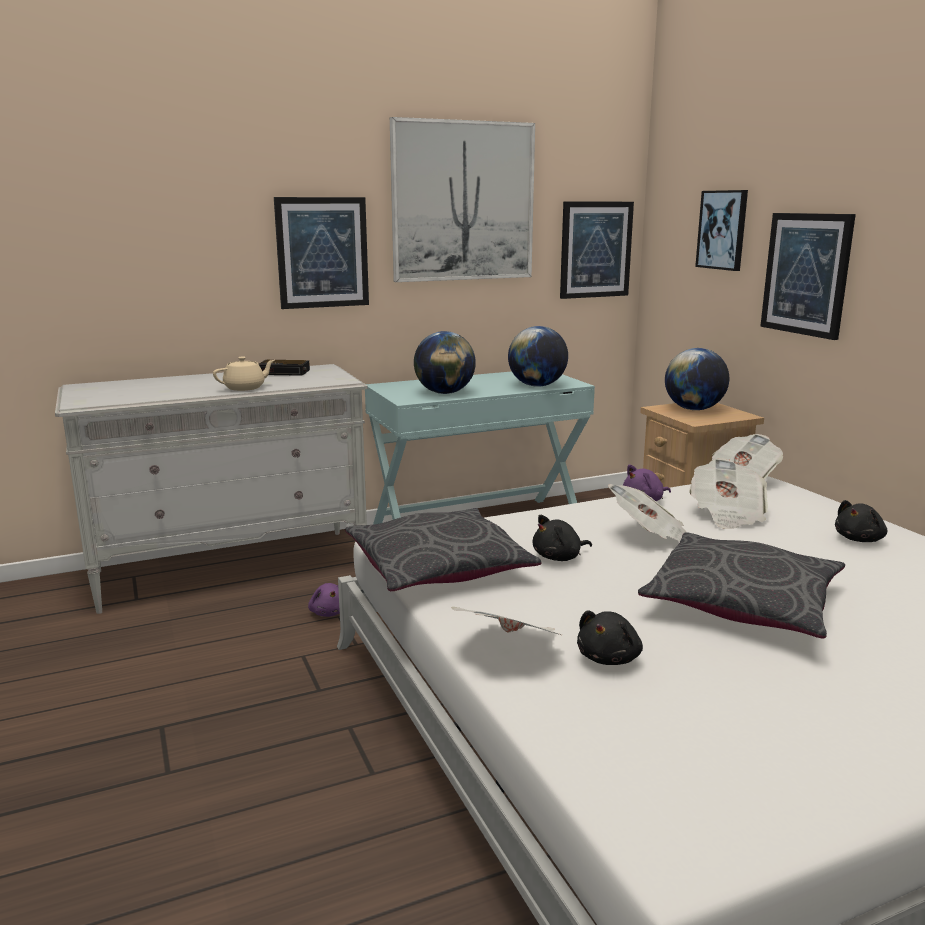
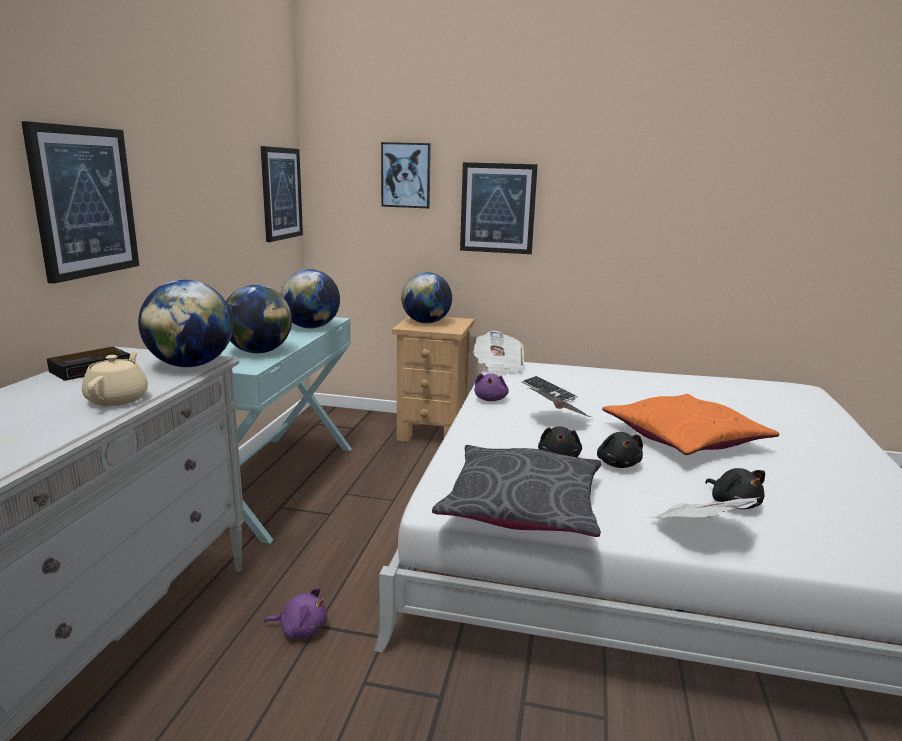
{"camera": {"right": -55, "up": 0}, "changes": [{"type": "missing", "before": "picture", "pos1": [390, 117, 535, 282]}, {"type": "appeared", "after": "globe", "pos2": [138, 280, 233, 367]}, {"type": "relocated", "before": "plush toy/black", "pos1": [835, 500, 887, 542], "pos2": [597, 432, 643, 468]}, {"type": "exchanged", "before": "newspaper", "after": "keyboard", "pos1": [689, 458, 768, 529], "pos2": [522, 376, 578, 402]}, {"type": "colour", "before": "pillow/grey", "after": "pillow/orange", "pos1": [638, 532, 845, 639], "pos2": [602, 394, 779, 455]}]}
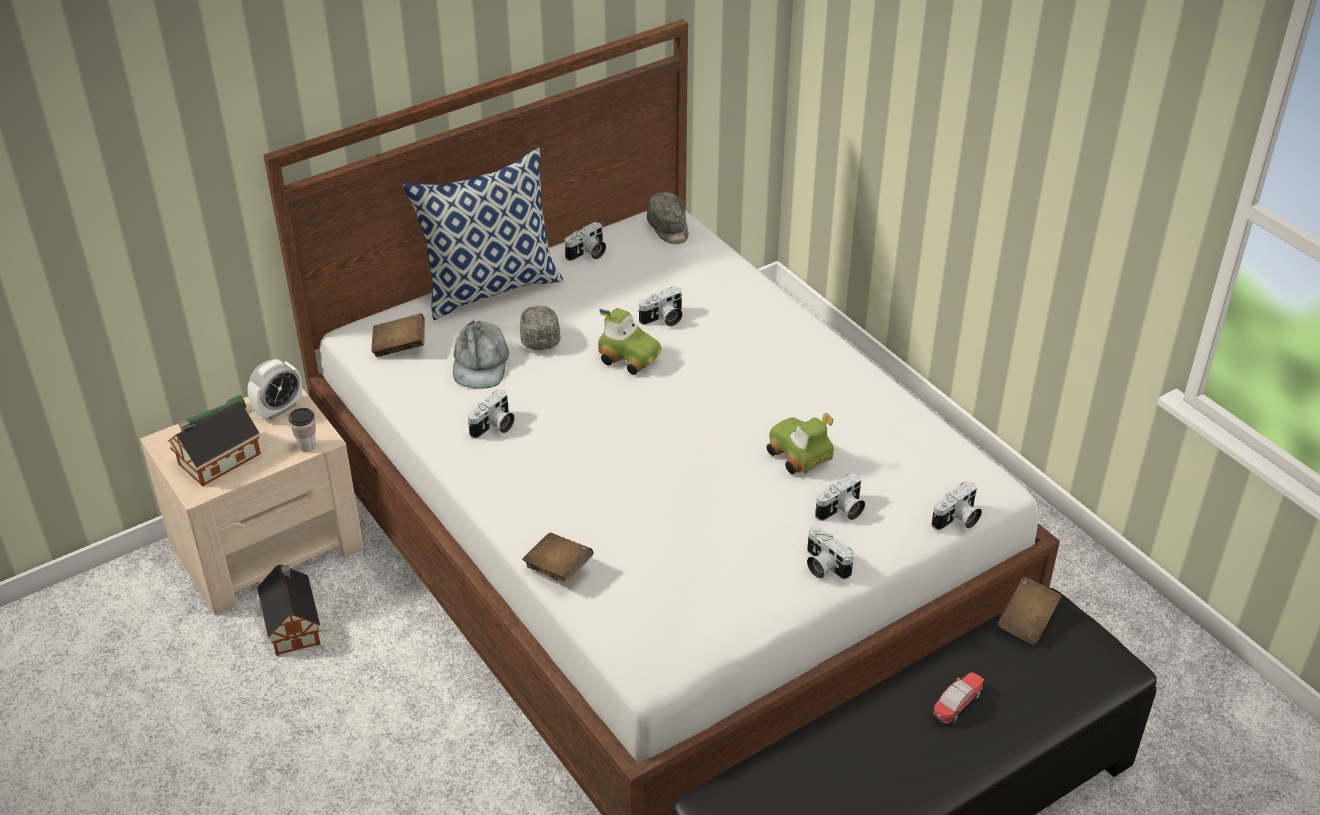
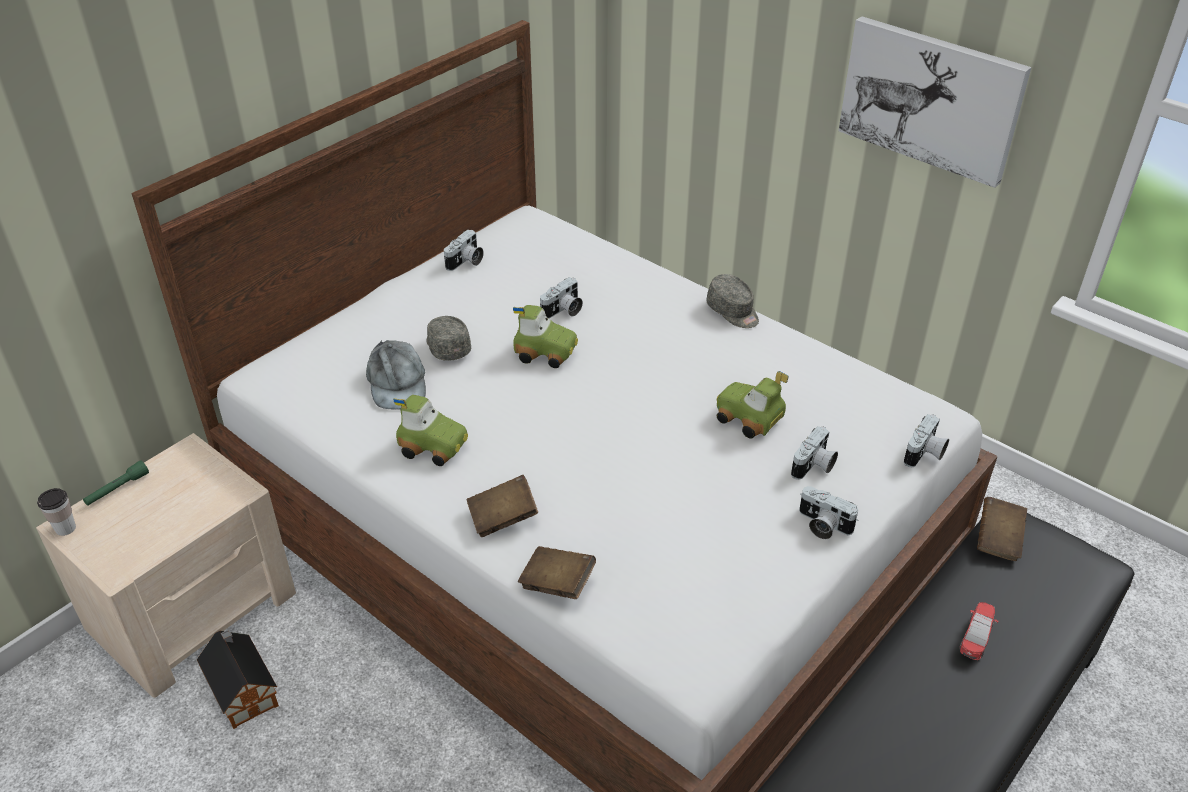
{"camera": {"right": -15, "up": 0}, "changes": [{"type": "missing", "before": "toy house", "pos1": [167, 401, 261, 486]}, {"type": "missing", "before": "alarm clock", "pos1": [247, 359, 302, 420]}, {"type": "missing", "before": "pillow", "pos1": [403, 148, 563, 320]}, {"type": "appeared", "after": "picture", "pos2": [838, 16, 1032, 188]}, {"type": "relocated", "before": "cup", "pos1": [288, 408, 316, 452], "pos2": [37, 488, 76, 536]}, {"type": "relocated", "before": "book/brown", "pos1": [371, 313, 425, 357], "pos2": [467, 475, 538, 537]}, {"type": "relocated", "before": "cap/grey", "pos1": [647, 192, 688, 244], "pos2": [706, 274, 759, 328]}, {"type": "exchanged", "before": "photo camera", "after": "toy car", "pos1": [468, 390, 515, 438], "pos2": [393, 395, 468, 466]}]}
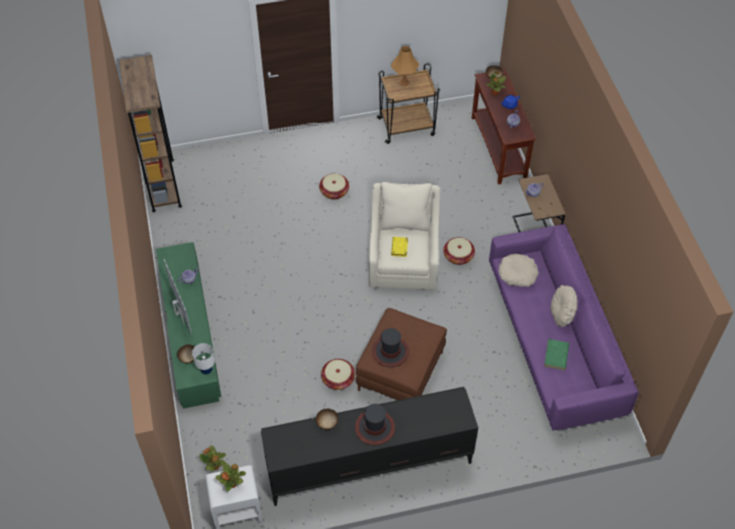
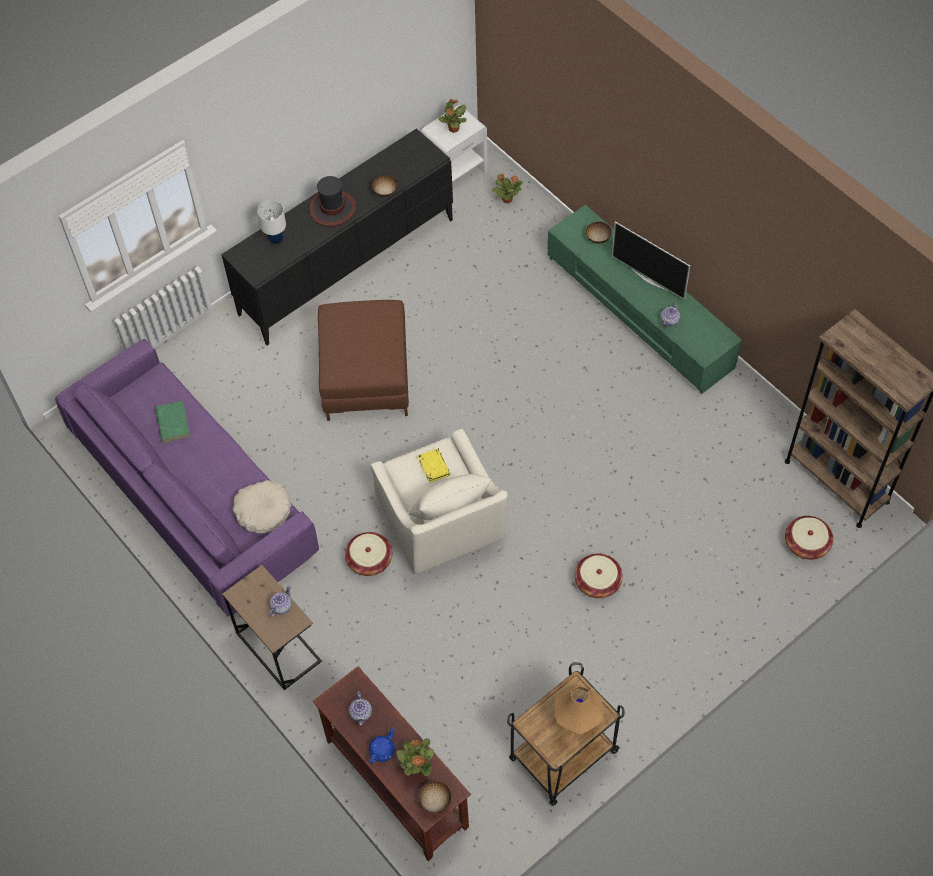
{"camera": {"right": 155, "up": 5}, "changes": [{"type": "missing", "before": "hat", "pos1": [372, 328, 409, 367]}, {"type": "missing", "before": "pillow/beige", "pos1": [551, 285, 578, 327]}, {"type": "relocated", "before": "table lamp/white", "pos1": [192, 343, 215, 374], "pos2": [257, 200, 286, 244]}, {"type": "relocated", "before": "basket", "pos1": [321, 359, 355, 390], "pos2": [785, 516, 833, 560]}]}
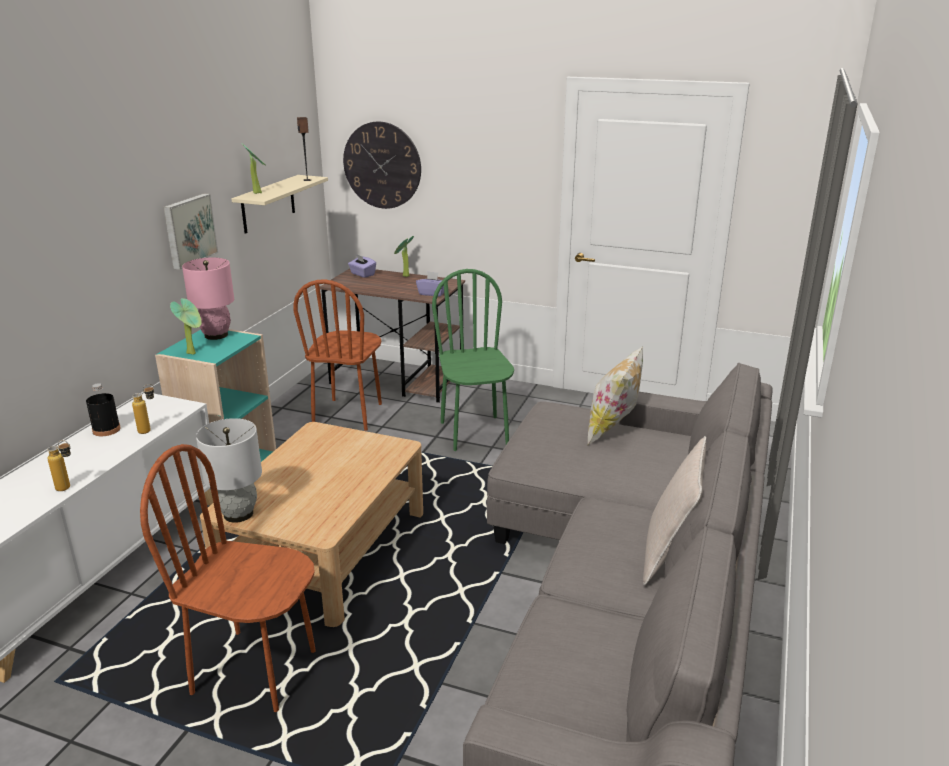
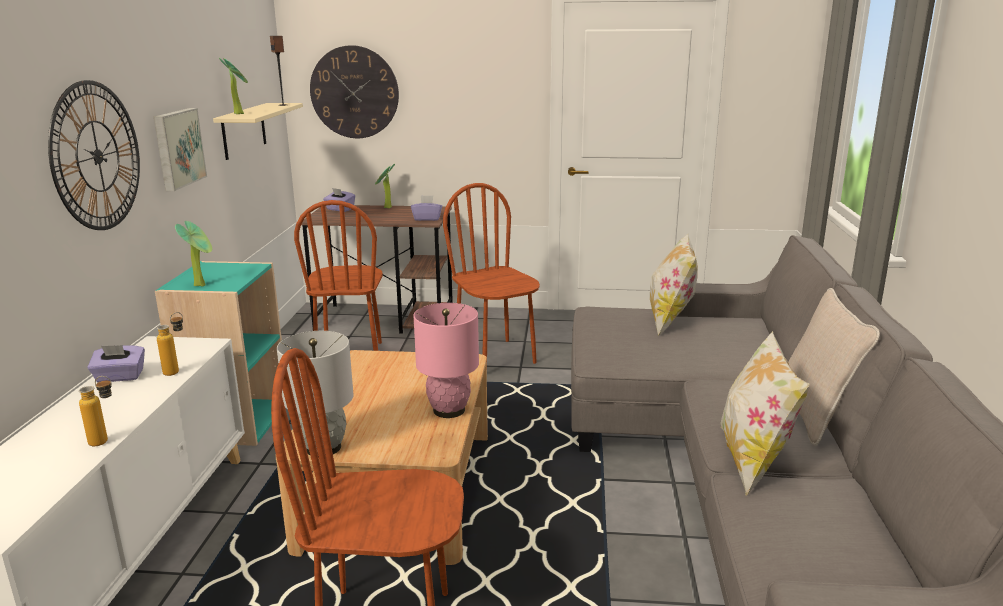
{"camera": {"right": -15, "up": -5}, "changes": [{"type": "appeared", "after": "wall clock", "pos2": [48, 80, 140, 230]}, {"type": "appeared", "after": "pillow", "pos2": [720, 331, 809, 496]}, {"type": "relocated", "before": "table lamp/pink", "pos1": [182, 257, 234, 340], "pos2": [414, 303, 479, 418]}, {"type": "exchanged", "before": "bottle/black", "after": "tissue box/purple", "pos1": [86, 383, 121, 436], "pos2": [88, 345, 145, 382]}, {"type": "colour", "before": "chair/green", "after": "chair/brown", "pos1": [432, 269, 514, 451], "pos2": [443, 183, 540, 364]}]}
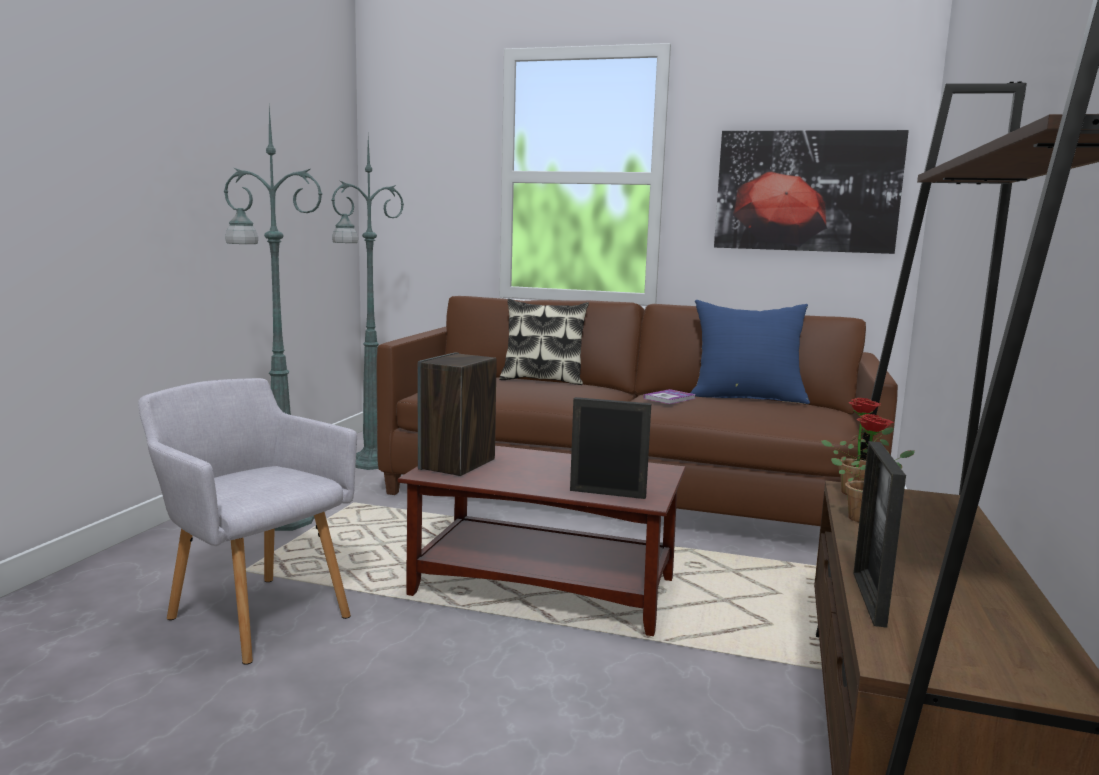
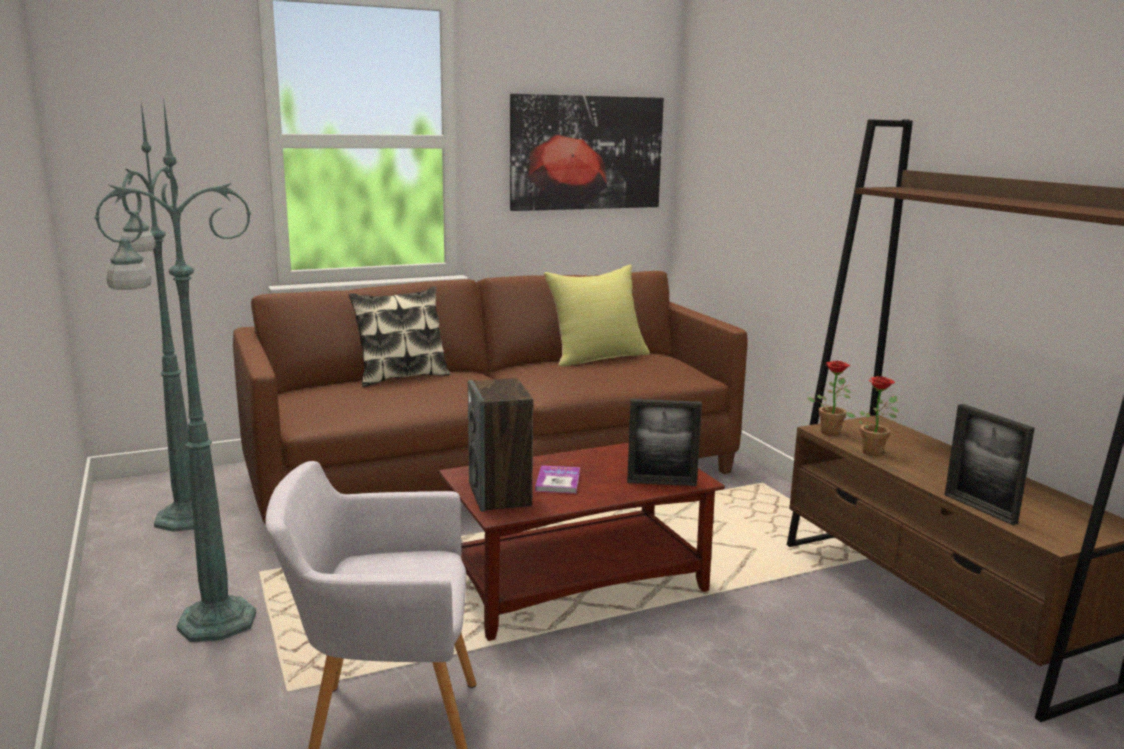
{"camera": {"right": -40, "up": 5}, "changes": [{"type": "relocated", "before": "book", "pos1": [643, 389, 696, 404], "pos2": [535, 465, 580, 494]}, {"type": "colour", "before": "pillow/blue", "after": "pillow/yellow", "pos1": [691, 300, 810, 404], "pos2": [544, 264, 650, 366]}, {"type": "spun", "before": "picture frame", "pos1": [570, 397, 651, 499], "pos2": [627, 399, 702, 486], "turn": -150}]}
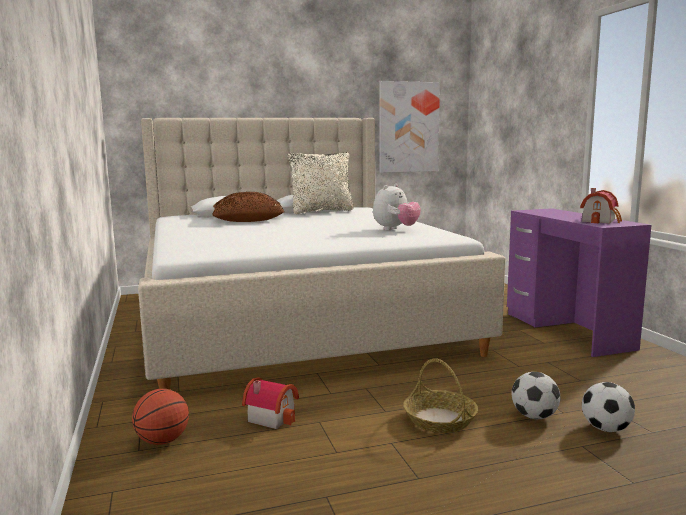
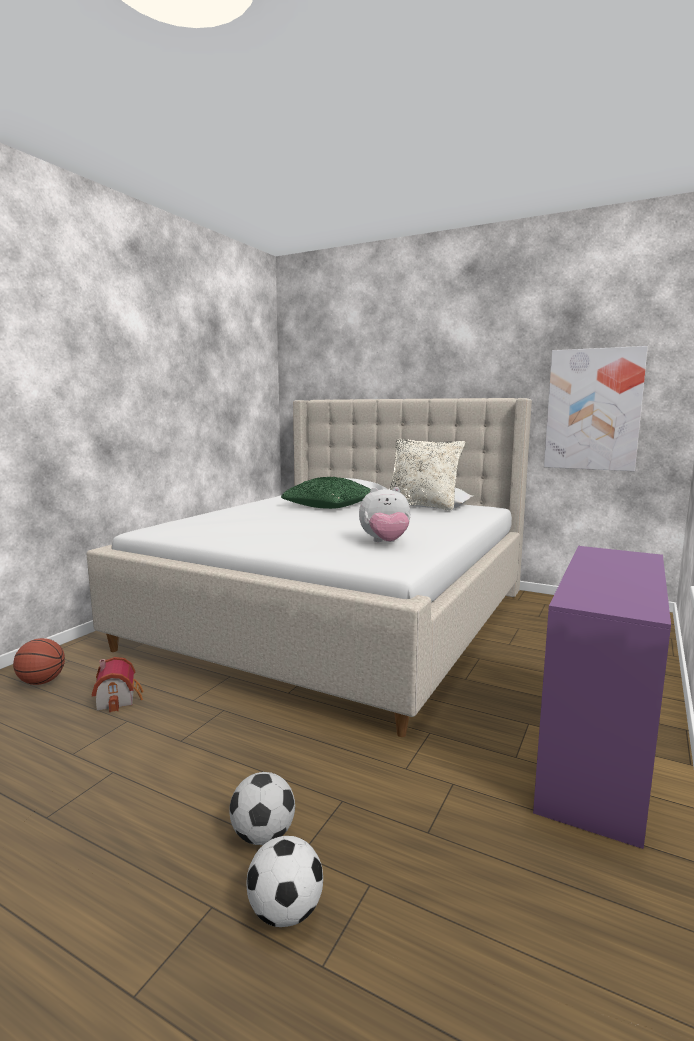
{"camera": {"right": 45, "up": 0}, "changes": [{"type": "missing", "before": "basket", "pos1": [403, 358, 478, 433]}, {"type": "missing", "before": "toy house", "pos1": [580, 188, 622, 223]}, {"type": "colour", "before": "pillow/brown", "after": "pillow/green", "pos1": [212, 192, 284, 222], "pos2": [281, 477, 371, 509]}]}
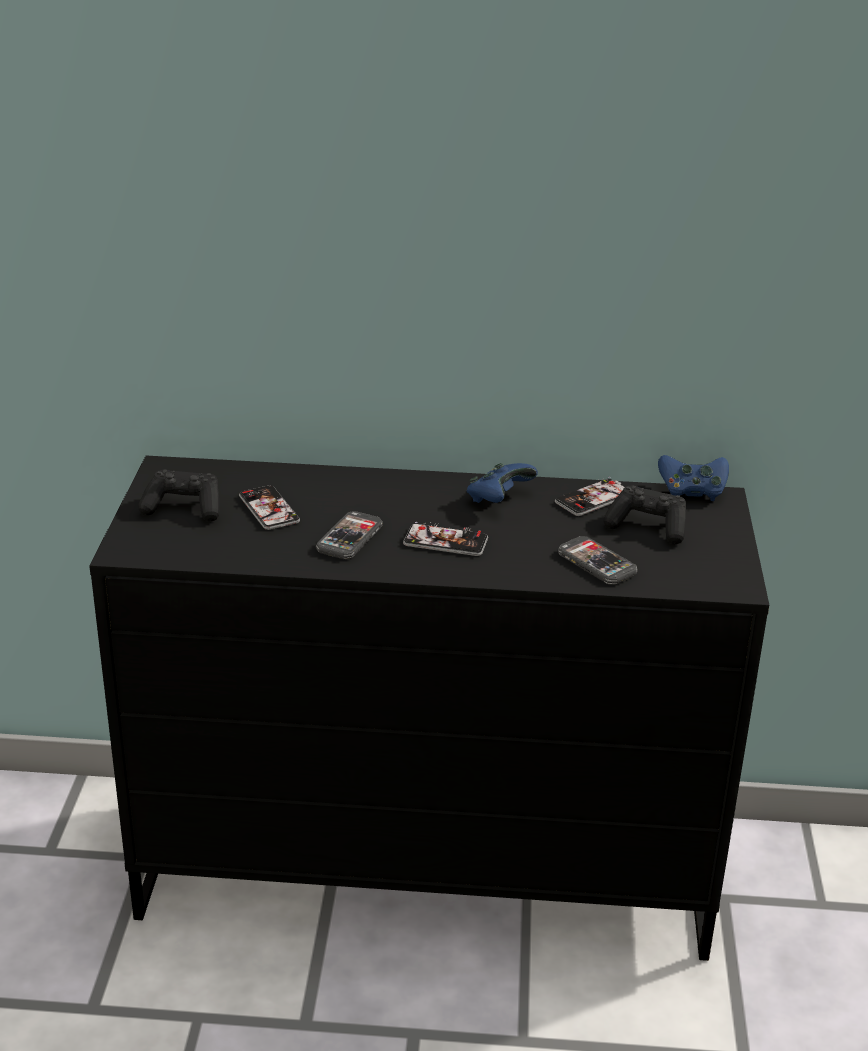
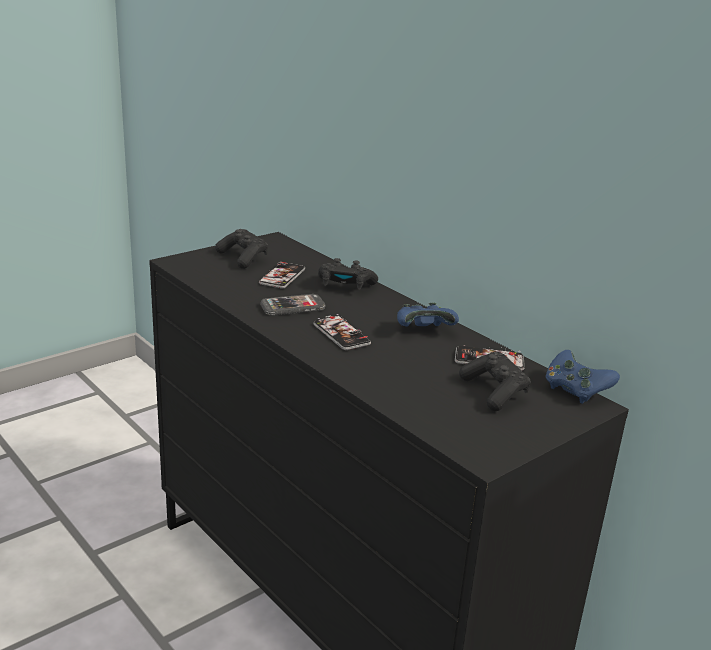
{"camera": {"right": 45, "up": -5}, "changes": [{"type": "missing", "before": "phone", "pos1": [558, 536, 637, 585]}, {"type": "appeared", "after": "game controller/black", "pos2": [318, 258, 378, 290]}]}
